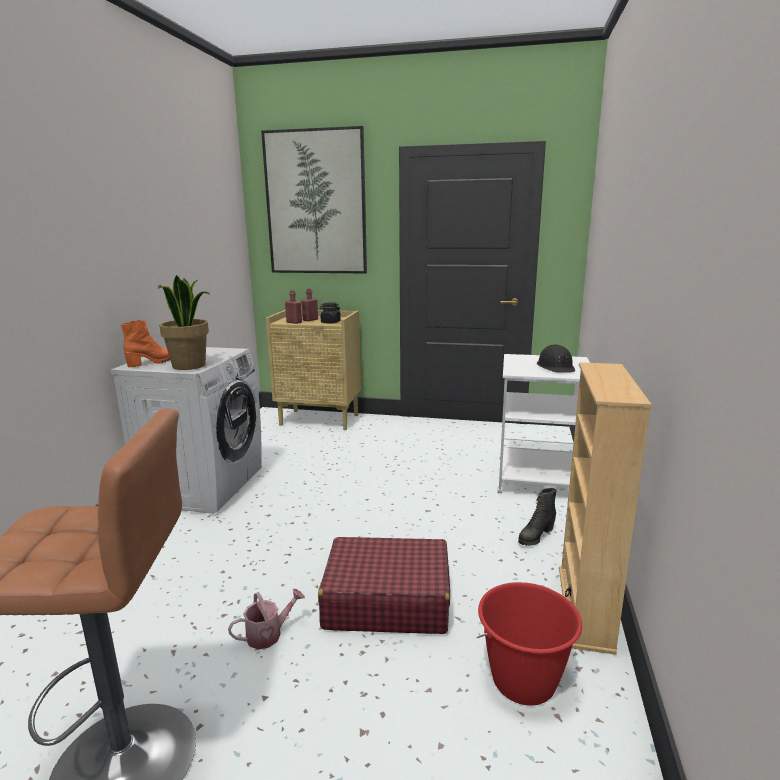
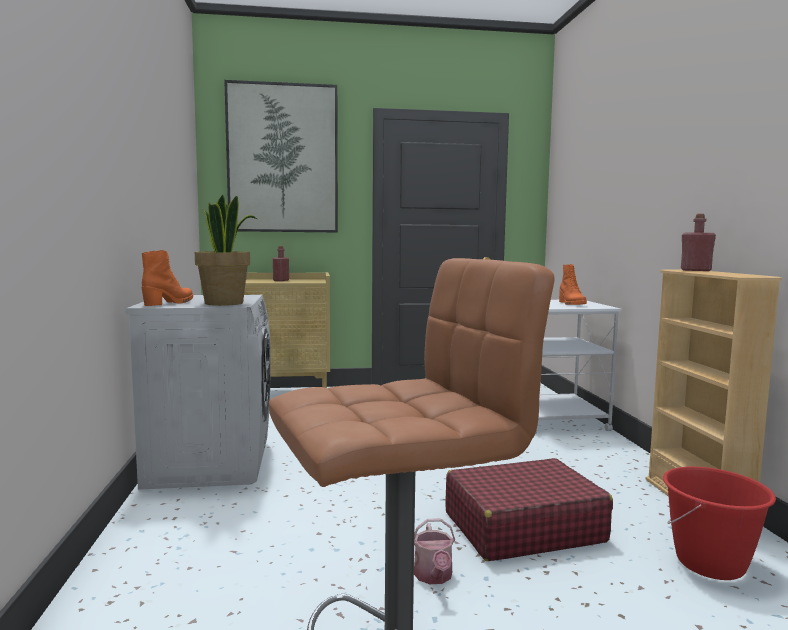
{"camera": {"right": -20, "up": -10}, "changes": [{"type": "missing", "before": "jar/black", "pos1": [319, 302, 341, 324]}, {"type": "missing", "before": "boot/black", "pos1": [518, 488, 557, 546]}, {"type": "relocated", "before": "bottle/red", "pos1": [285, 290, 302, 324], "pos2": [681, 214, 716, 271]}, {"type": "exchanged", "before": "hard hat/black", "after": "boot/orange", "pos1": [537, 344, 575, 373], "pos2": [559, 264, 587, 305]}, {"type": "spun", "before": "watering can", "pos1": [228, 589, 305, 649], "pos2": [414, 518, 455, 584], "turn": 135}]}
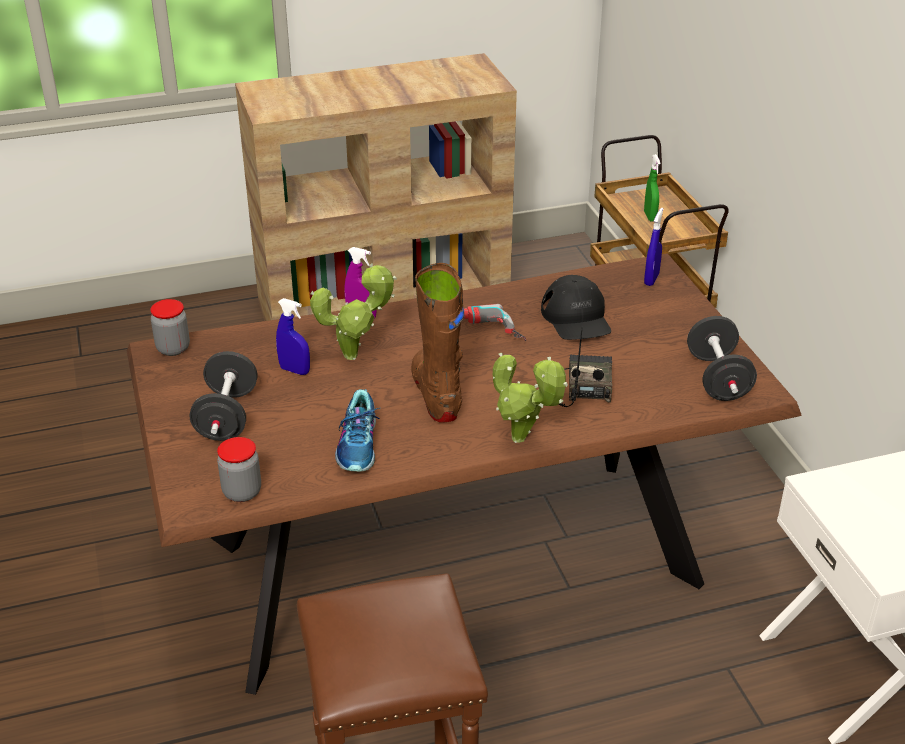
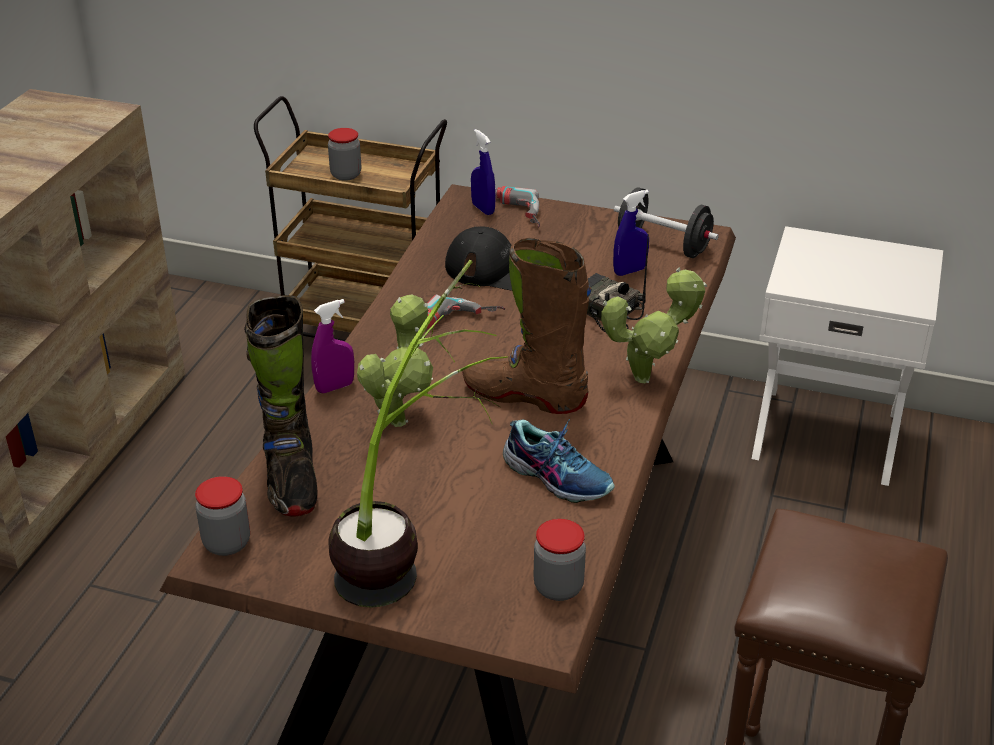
{"camera": {"right": -55, "up": 0}, "changes": [{"type": "appeared", "after": "boot/black", "pos2": [244, 295, 318, 516]}, {"type": "appeared", "after": "power drill", "pos2": [495, 186, 540, 228]}, {"type": "relocated", "before": "spray bottle/blue", "pos1": [276, 298, 310, 375], "pos2": [613, 190, 649, 276]}, {"type": "exchanged", "before": "dumbbell/black", "after": "potted plant", "pos1": [190, 351, 257, 441], "pos2": [329, 260, 508, 608]}, {"type": "exchanged", "before": "spray bottle/green", "after": "jar", "pos1": [644, 154, 660, 222], "pos2": [328, 128, 361, 181]}]}
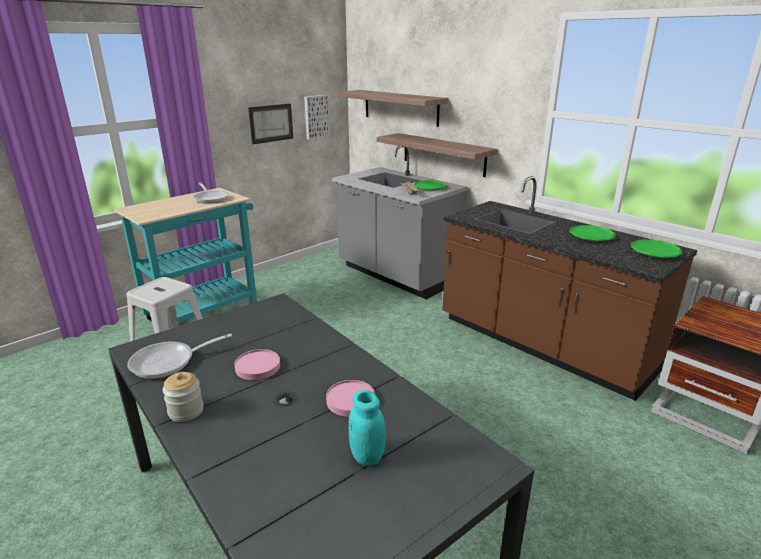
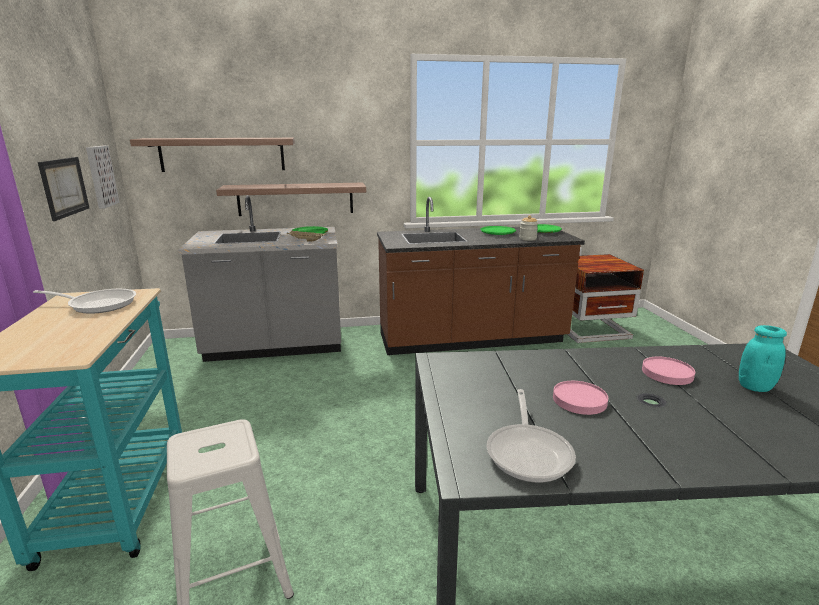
{"camera": {"right": -55, "up": -5}, "changes": [{"type": "relocated", "before": "jar", "pos1": [163, 372, 203, 422], "pos2": [519, 215, 538, 241]}]}
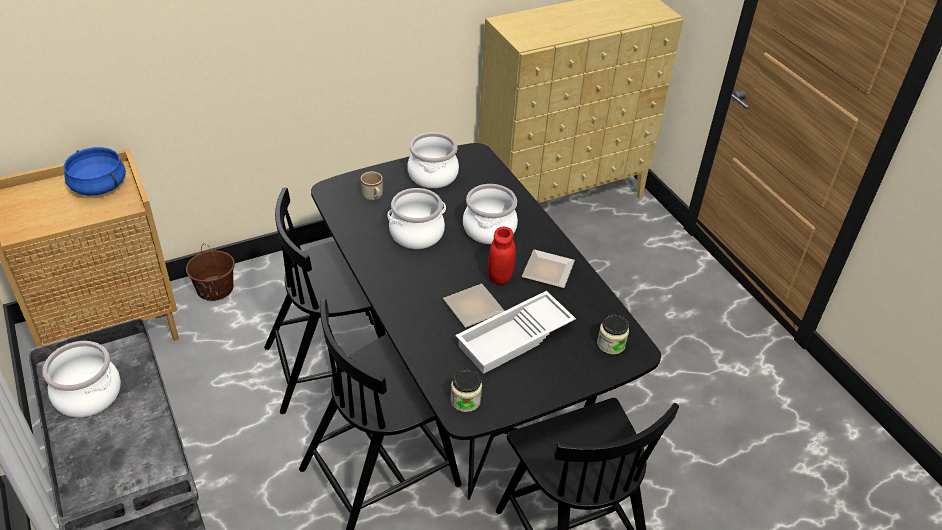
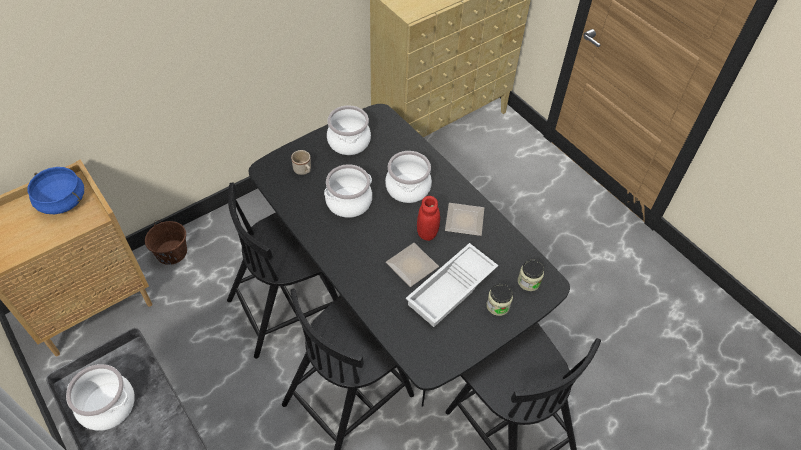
{"camera": {"right": -10, "up": 10}, "changes": [{"type": "relocated", "before": "jar", "pos1": [451, 370, 482, 412], "pos2": [486, 284, 513, 316]}]}
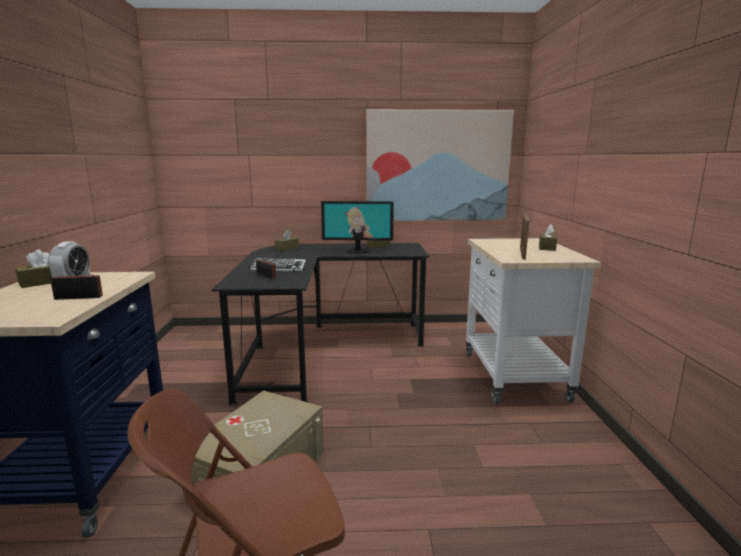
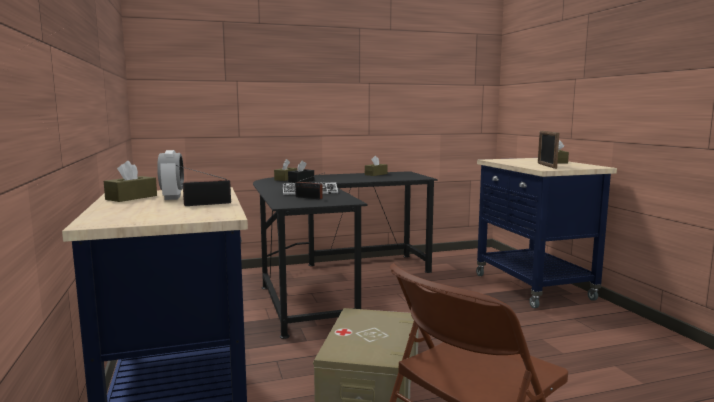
{"camera": {"right": -15, "up": -5}, "changes": [{"type": "missing", "before": "monitor", "pos1": [321, 201, 394, 254]}, {"type": "missing", "before": "picture", "pos1": [366, 109, 514, 221]}, {"type": "appeared", "after": "tissue box/black", "pos2": [288, 161, 314, 183]}, {"type": "colour", "before": "cart/white", "after": "cart/blue", "pos1": [466, 238, 601, 404], "pos2": [476, 158, 617, 308]}]}
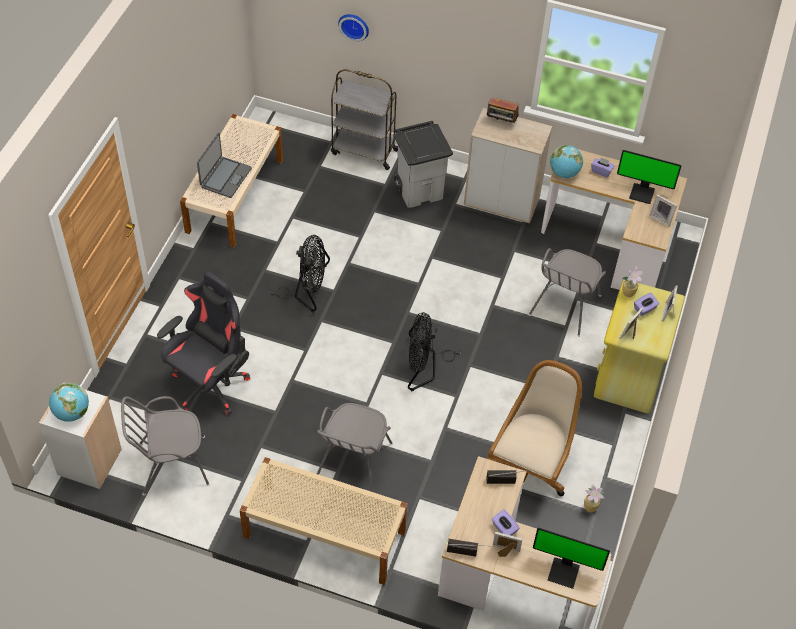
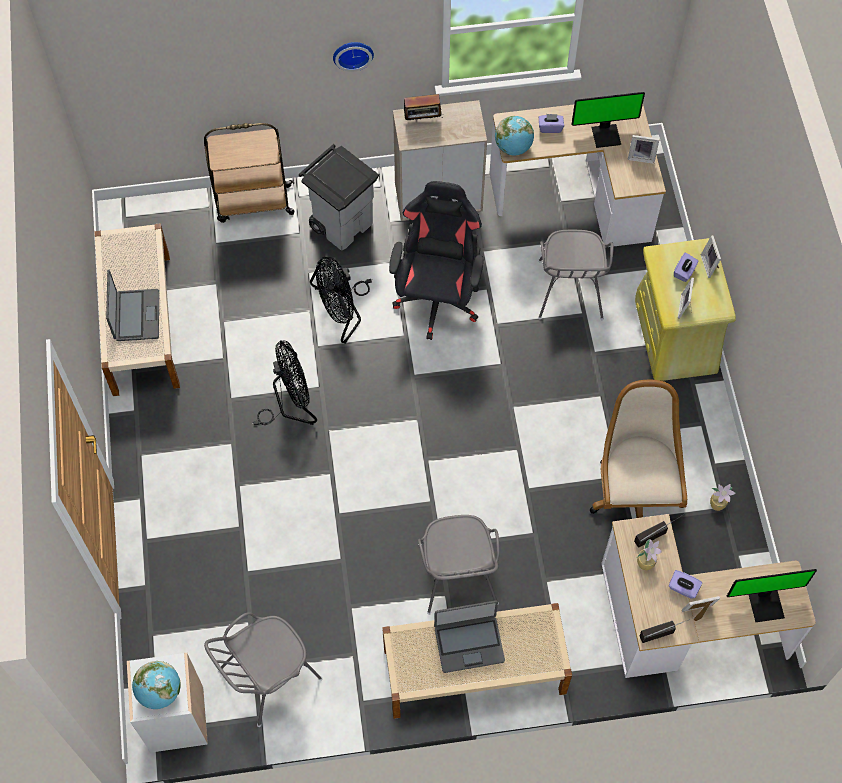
{"camera": {"right": -25, "up": 10}, "changes": [{"type": "appeared", "after": "laptop", "pos2": [434, 600, 505, 673]}, {"type": "relocated", "before": "office chair/black", "pos1": [157, 272, 250, 415], "pos2": [389, 181, 483, 340]}, {"type": "relocated", "before": "wall clock", "pos1": [338, 14, 369, 41], "pos2": [333, 42, 374, 72]}, {"type": "relocated", "before": "fan/black", "pos1": [408, 312, 460, 392], "pos2": [310, 257, 372, 344]}, {"type": "relocated", "before": "potted plant", "pos1": [622, 266, 643, 297], "pos2": [637, 539, 662, 570]}, {"type": "colour", "before": "cart/grey", "after": "cart/brown", "pos1": [331, 69, 398, 170], "pos2": [204, 123, 295, 223]}]}
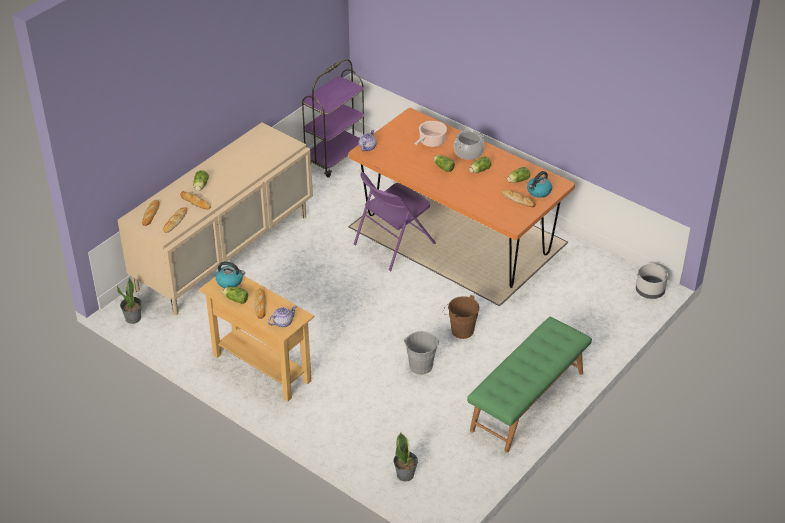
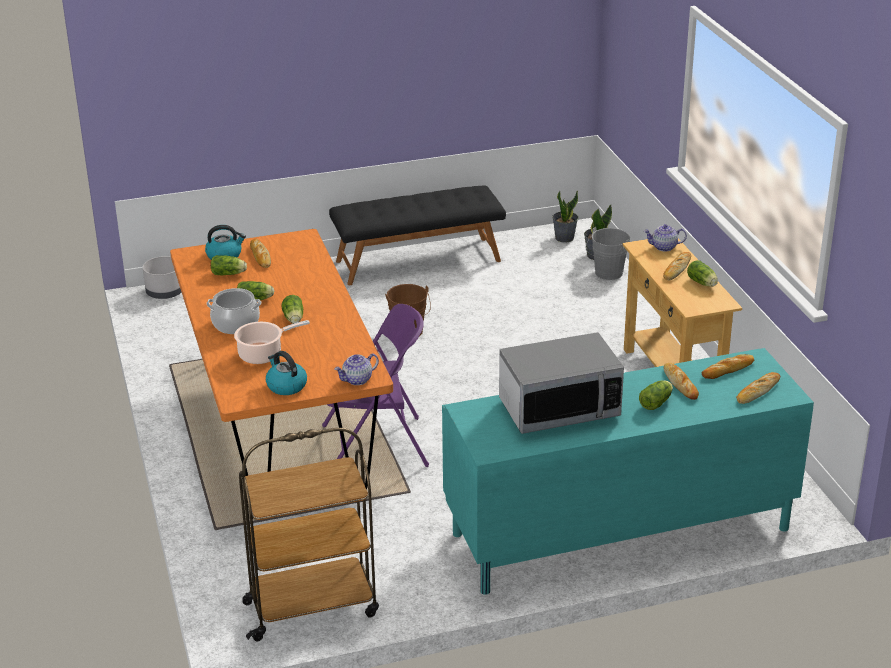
{"camera": {"right": -145, "up": -10}, "changes": [{"type": "appeared", "after": "microwave", "pos2": [499, 332, 624, 434]}, {"type": "relocated", "before": "potted plant", "pos1": [117, 277, 142, 324], "pos2": [552, 190, 578, 242]}, {"type": "relocated", "before": "kettle", "pos1": [216, 262, 245, 288], "pos2": [266, 351, 307, 395]}, {"type": "relocated", "before": "bucket/grey", "pos1": [404, 331, 439, 375], "pos2": [586, 227, 630, 280]}, {"type": "colour", "before": "cabinet/beige", "after": "cabinet/turquoise", "pos1": [118, 123, 313, 316], "pos2": [442, 348, 814, 595]}, {"type": "colour", "before": "cart/purple", "after": "cart/brown", "pos1": [302, 59, 364, 178], "pos2": [239, 428, 379, 641]}, {"type": "colour", "before": "bench/green", "after": "bench/black", "pos1": [467, 317, 592, 453], "pos2": [329, 185, 506, 285]}]}
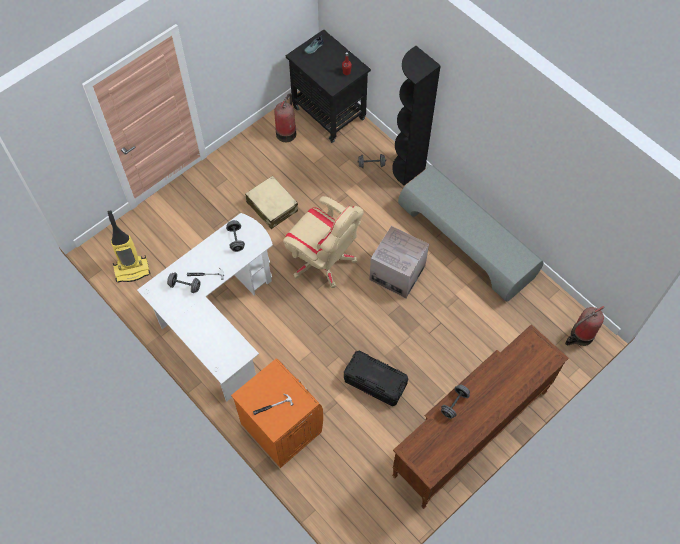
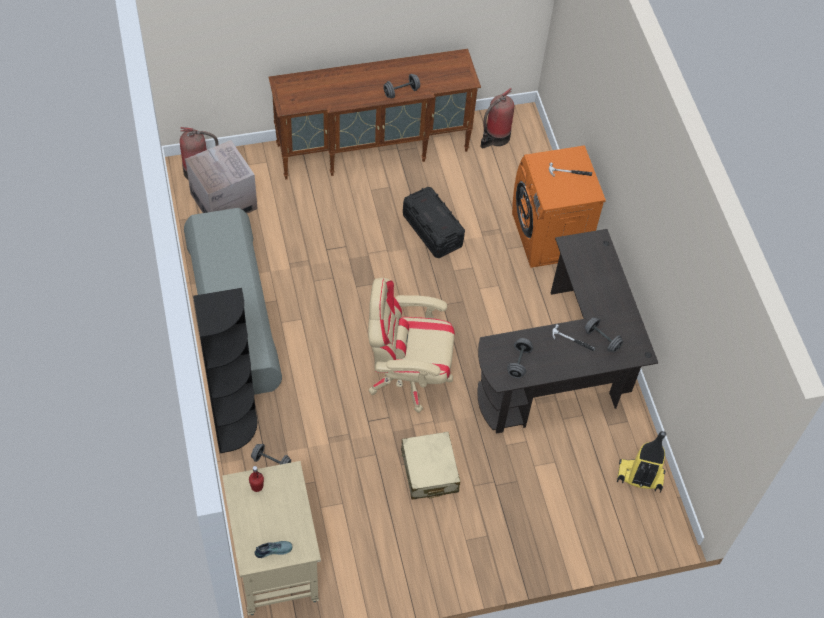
{"camera": {"right": -155, "up": -5}, "changes": [{"type": "relocated", "before": "fire extinguisher", "pos1": [274, 93, 296, 142], "pos2": [480, 88, 514, 148]}, {"type": "relocated", "before": "cardboard box", "pos1": [370, 226, 429, 298], "pos2": [185, 140, 258, 213]}, {"type": "colour", "before": "desk/white", "after": "desk/black", "pos1": [137, 213, 273, 401], "pos2": [478, 229, 658, 434]}, {"type": "colour", "before": "cart/black", "after": "cart/beige", "pos1": [286, 29, 371, 143], "pos2": [222, 461, 321, 615]}, {"type": "spun", "before": "office chair/beige", "pos1": [283, 196, 364, 288], "pos2": [368, 278, 455, 413], "turn": -60}]}
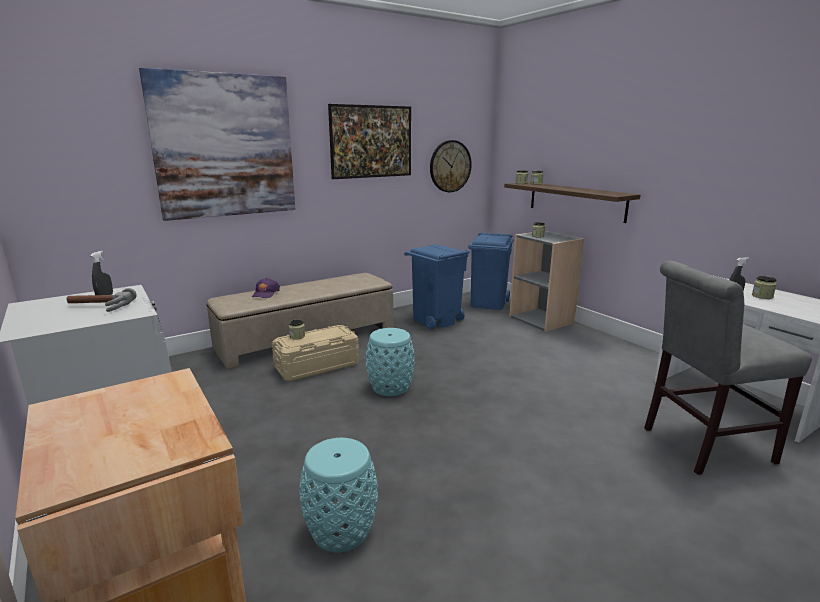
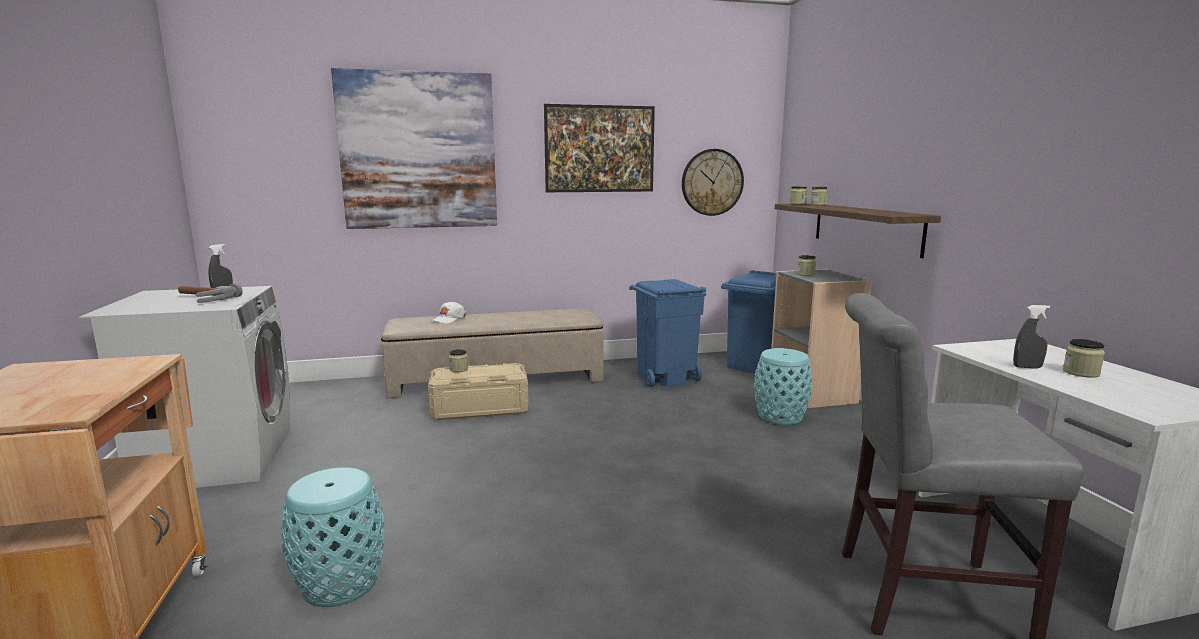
{"camera": {"right": 20, "up": -5}, "changes": [{"type": "relocated", "before": "stool/turquoise", "pos1": [366, 328, 415, 396], "pos2": [754, 348, 812, 425]}, {"type": "colour", "before": "cap/purple", "after": "cap/white", "pos1": [252, 278, 280, 298], "pos2": [431, 301, 467, 323]}]}
